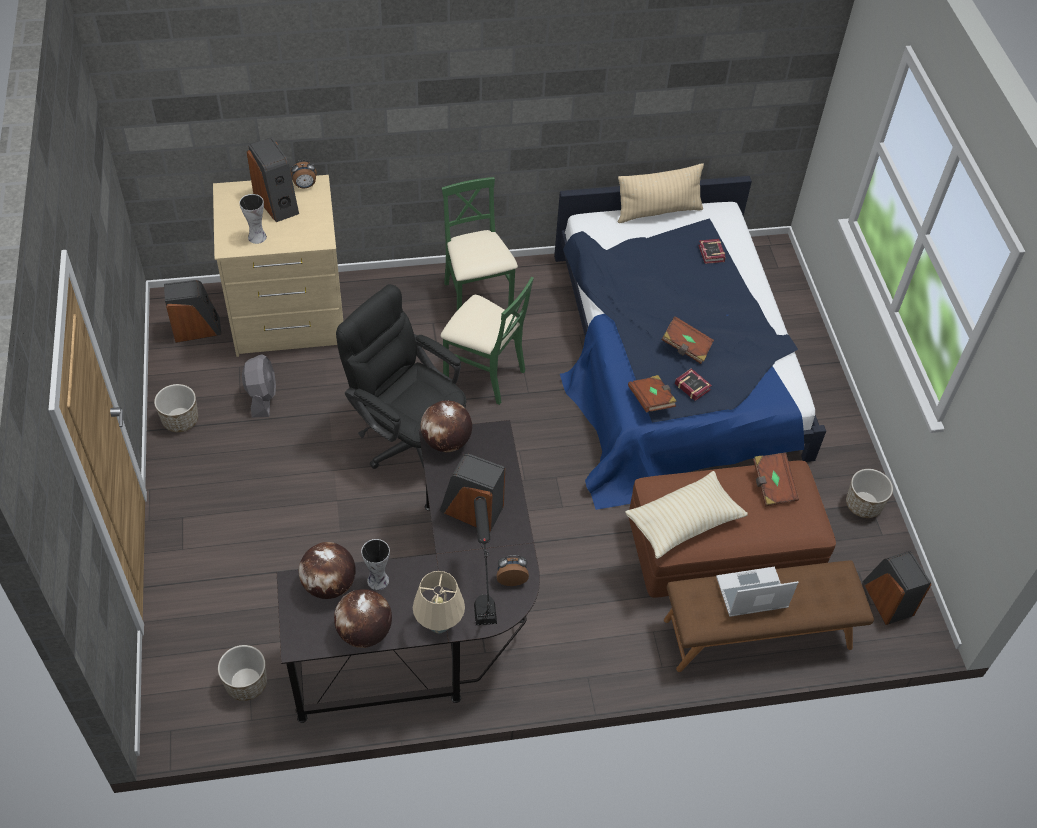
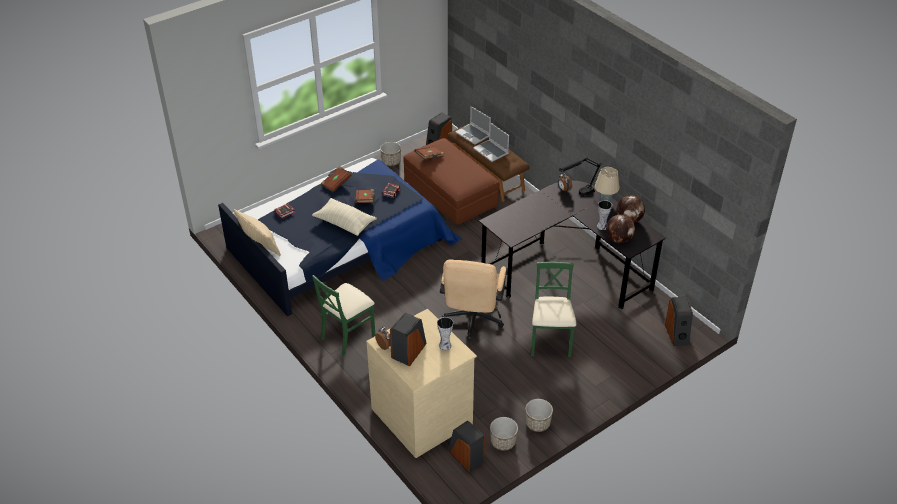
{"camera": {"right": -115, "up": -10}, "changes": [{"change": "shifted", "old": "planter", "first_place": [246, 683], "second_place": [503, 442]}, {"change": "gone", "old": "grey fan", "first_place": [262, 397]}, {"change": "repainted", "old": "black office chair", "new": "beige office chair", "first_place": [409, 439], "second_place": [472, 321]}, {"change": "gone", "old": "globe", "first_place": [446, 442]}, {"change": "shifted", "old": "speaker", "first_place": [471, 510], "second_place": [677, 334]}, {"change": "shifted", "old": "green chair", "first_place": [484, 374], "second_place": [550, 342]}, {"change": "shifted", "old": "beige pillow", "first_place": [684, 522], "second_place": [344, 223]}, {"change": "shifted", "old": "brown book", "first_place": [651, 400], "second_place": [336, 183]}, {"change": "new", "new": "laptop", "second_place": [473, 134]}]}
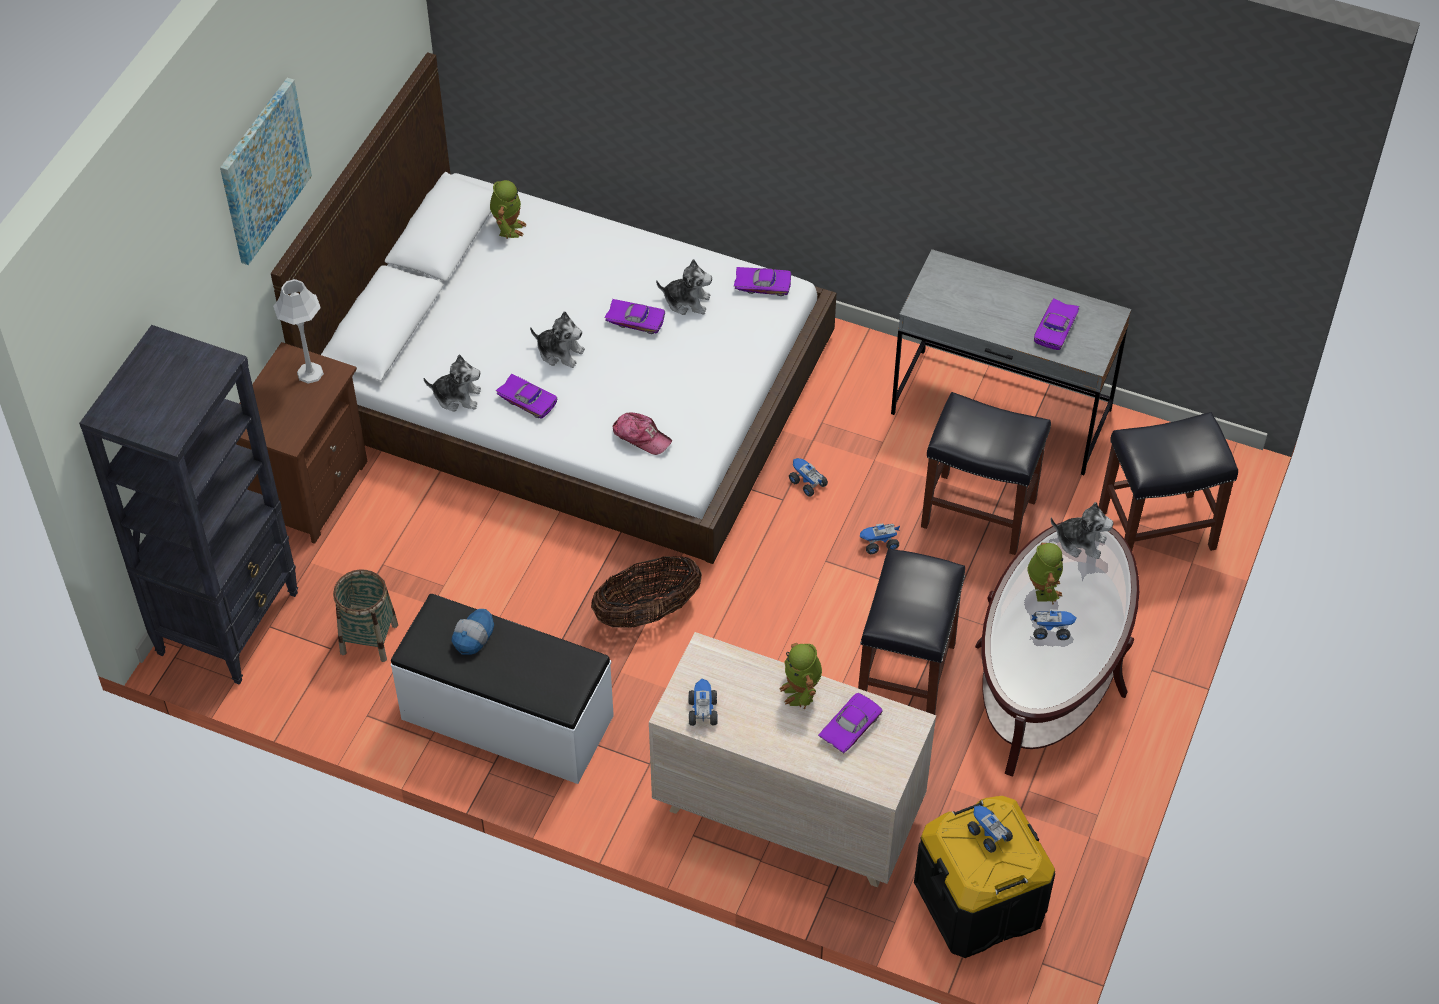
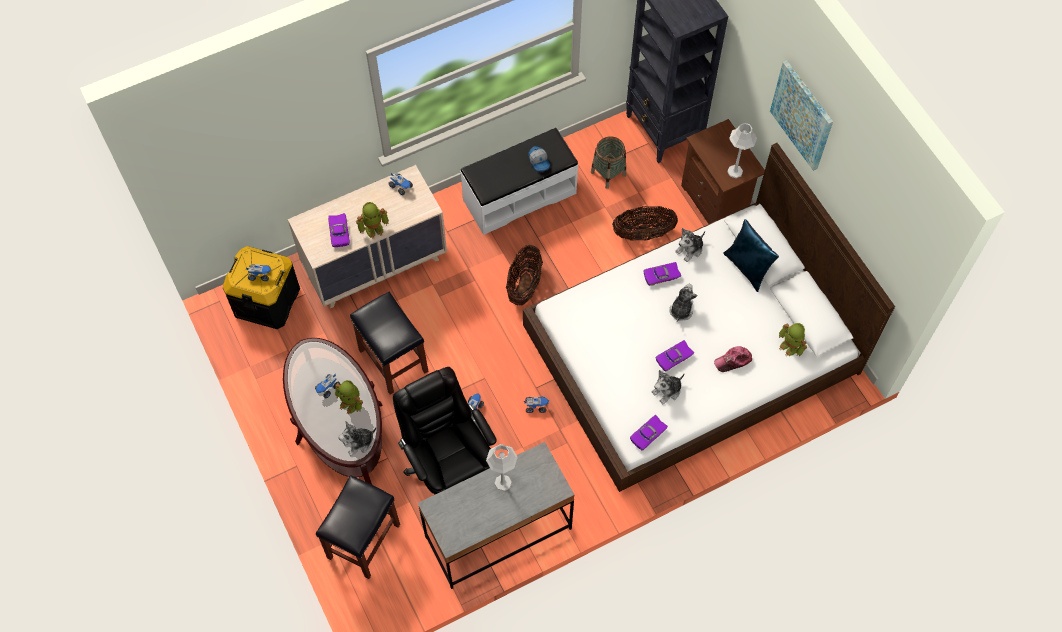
{"camera": {"right": 130, "up": 10}, "changes": [{"change": "rotated", "old": "plush toy", "first_place": [560, 352], "second_place": [681, 310], "degrees": 135}, {"change": "shifted", "old": "cap", "first_place": [641, 436], "second_place": [733, 361]}, {"change": "rotated", "old": "toy robot", "first_place": [801, 692], "second_place": [374, 228], "degrees": 135}, {"change": "swapped", "old": "black stool", "new": "black office chair", "first_place": [977, 513], "second_place": [449, 466]}, {"change": "gone", "old": "purple toy car", "first_place": [1057, 329]}, {"change": "new", "new": "grey table lamp", "second_place": [503, 483]}, {"change": "new", "new": "basket", "second_place": [643, 233]}, {"change": "new", "new": "blue pillow", "second_place": [747, 268]}]}
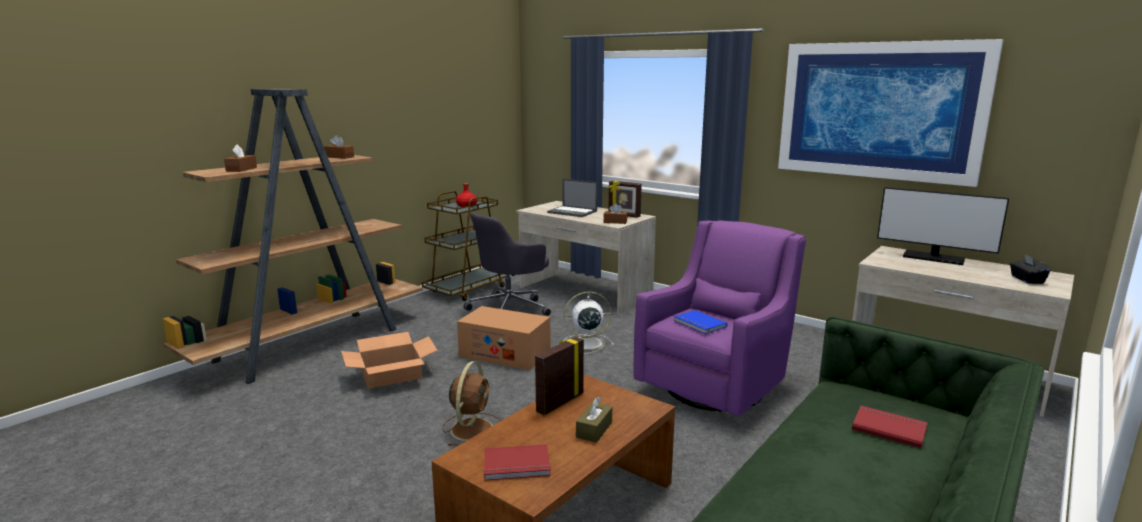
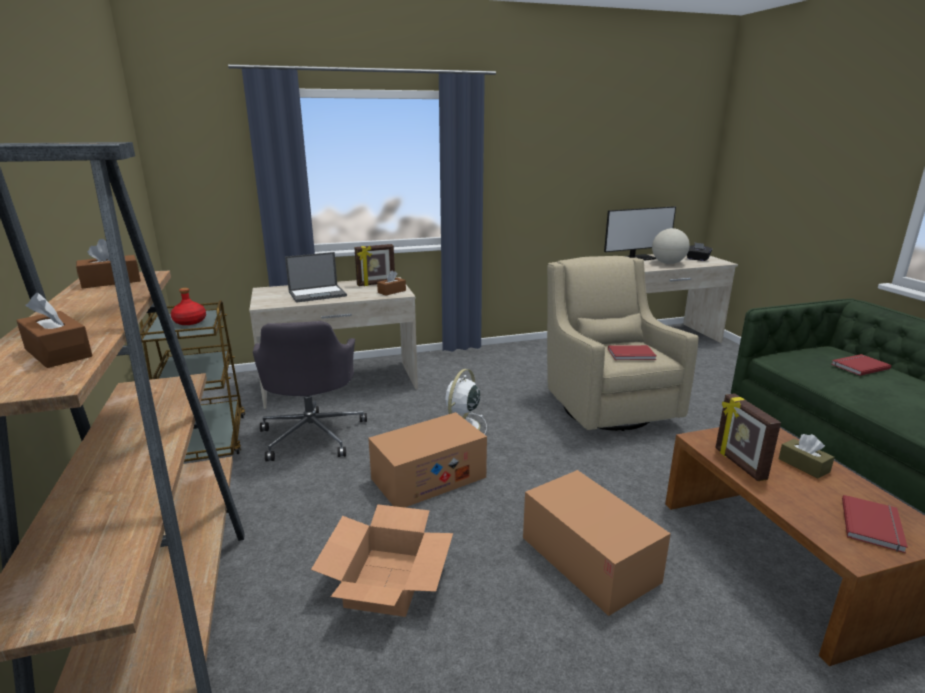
{"camera": {"right": -55, "up": 5}, "changes": [{"change": "swapped", "old": "brown fan", "new": "cardboard box", "first_place": [472, 428], "second_place": [589, 559]}, {"change": "repainted", "old": "purple armchair", "new": "beige armchair", "first_place": [716, 386], "second_place": [605, 407]}, {"change": "repainted", "old": "blue book", "new": "red book", "first_place": [698, 324], "second_place": [632, 355]}, {"change": "gone", "old": "picture", "first_place": [879, 110]}, {"change": "new", "new": "globe", "second_place": [668, 263]}]}
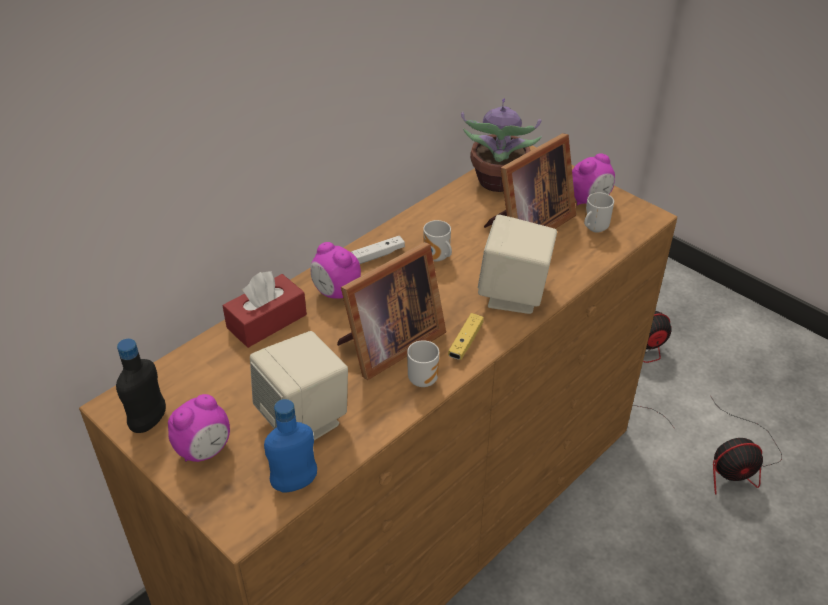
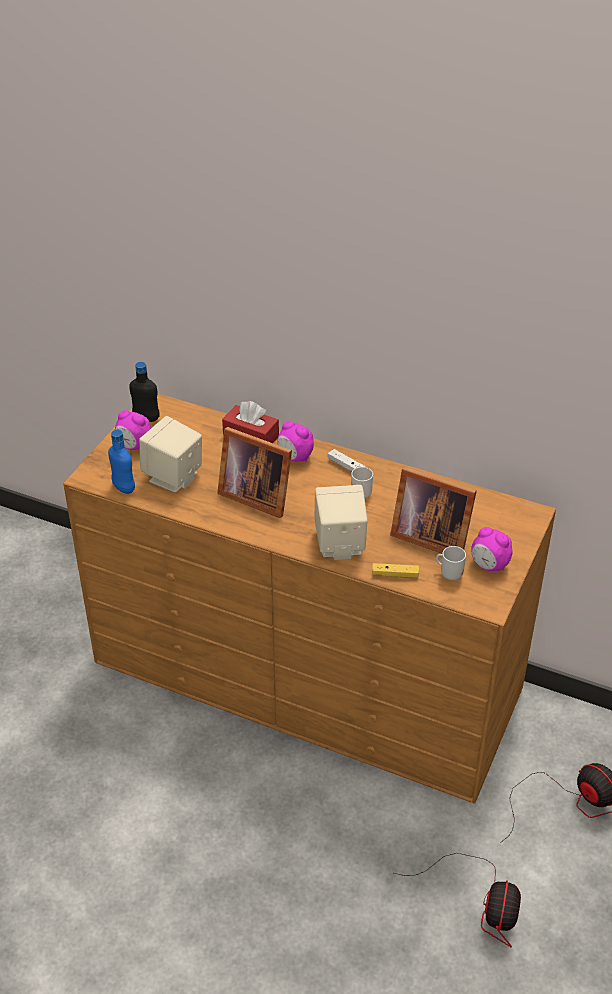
{"camera": {"right": 70, "up": 0}, "changes": [{"change": "rotated", "old": "alarm clock", "first_place": [336, 293], "second_place": [295, 457], "degrees": -75}, {"change": "gone", "old": "mug", "first_place": [423, 378]}, {"change": "shifted", "old": "yellow game controller", "first_place": [465, 342], "second_place": [395, 574]}, {"change": "gone", "old": "potted plant", "first_place": [497, 182]}, {"change": "rotated", "old": "fan", "first_place": [738, 463], "second_place": [482, 903], "degrees": -135}]}
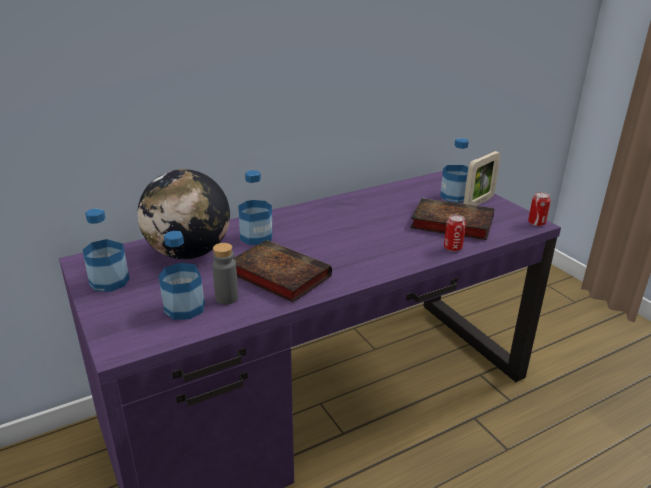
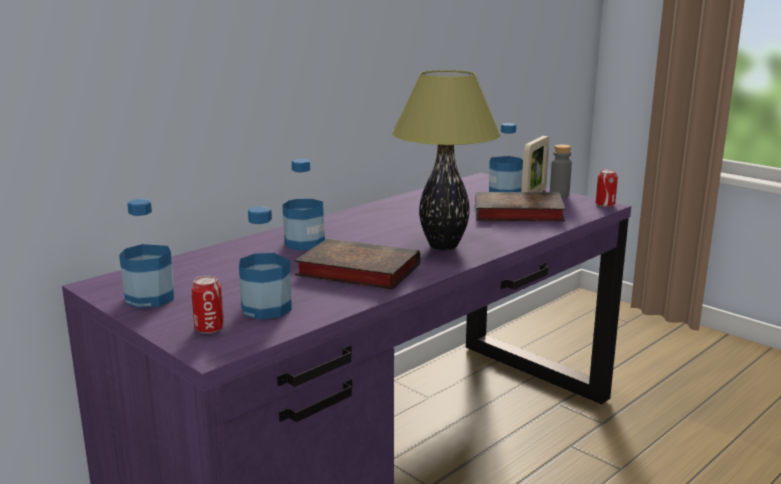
{"camera": {"right": -15, "up": -10}, "changes": [{"change": "gone", "old": "globe", "first_place": [188, 253]}, {"change": "shifted", "old": "grey bottle", "first_place": [227, 298], "second_place": [559, 195]}, {"change": "shifted", "old": "can", "first_place": [452, 248], "second_place": [209, 329]}, {"change": "new", "new": "table lamp", "second_place": [444, 246]}]}
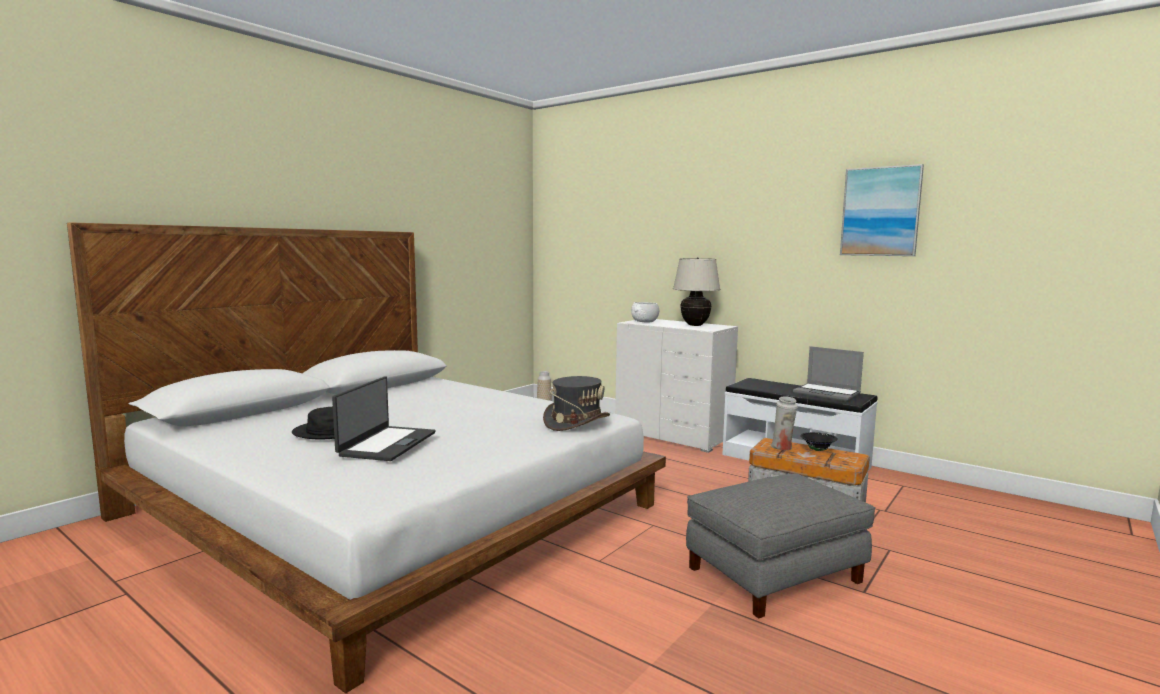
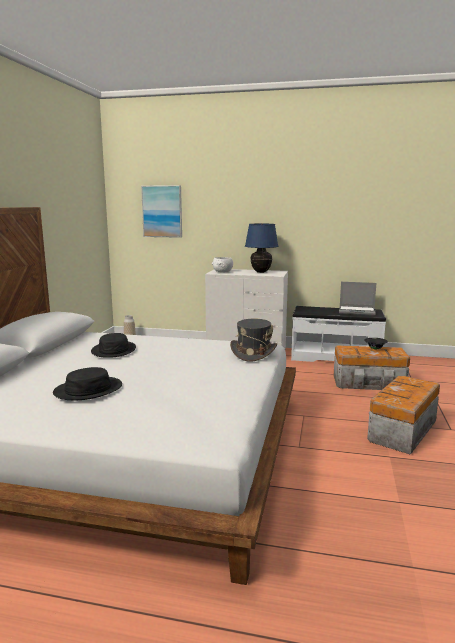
{"camera": {"right": -25, "up": 5}, "changes": [{"change": "gone", "old": "laptop", "first_place": [387, 444]}, {"change": "repainted", "old": "beige table lamp", "new": "blue table lamp", "first_place": [695, 325], "second_place": [261, 272]}, {"change": "swapped", "old": "grey ottoman", "new": "storage box", "first_place": [775, 575], "second_place": [401, 431]}, {"change": "gone", "old": "white vase", "first_place": [783, 448]}, {"change": "shifted", "old": "picture", "first_place": [880, 211], "second_place": [162, 211]}, {"change": "new", "new": "black hat", "second_place": [114, 350]}]}
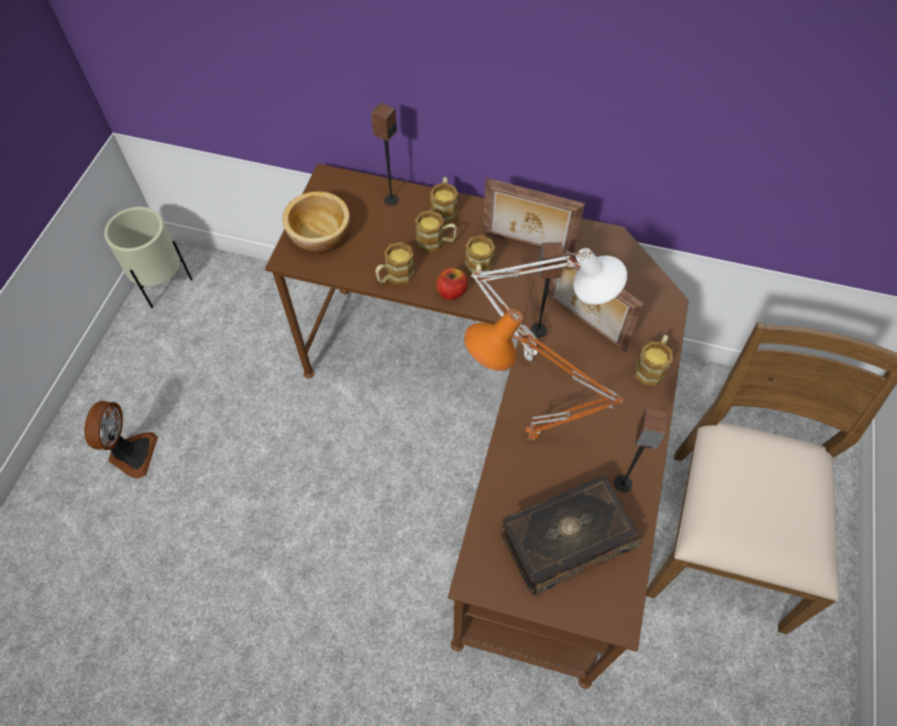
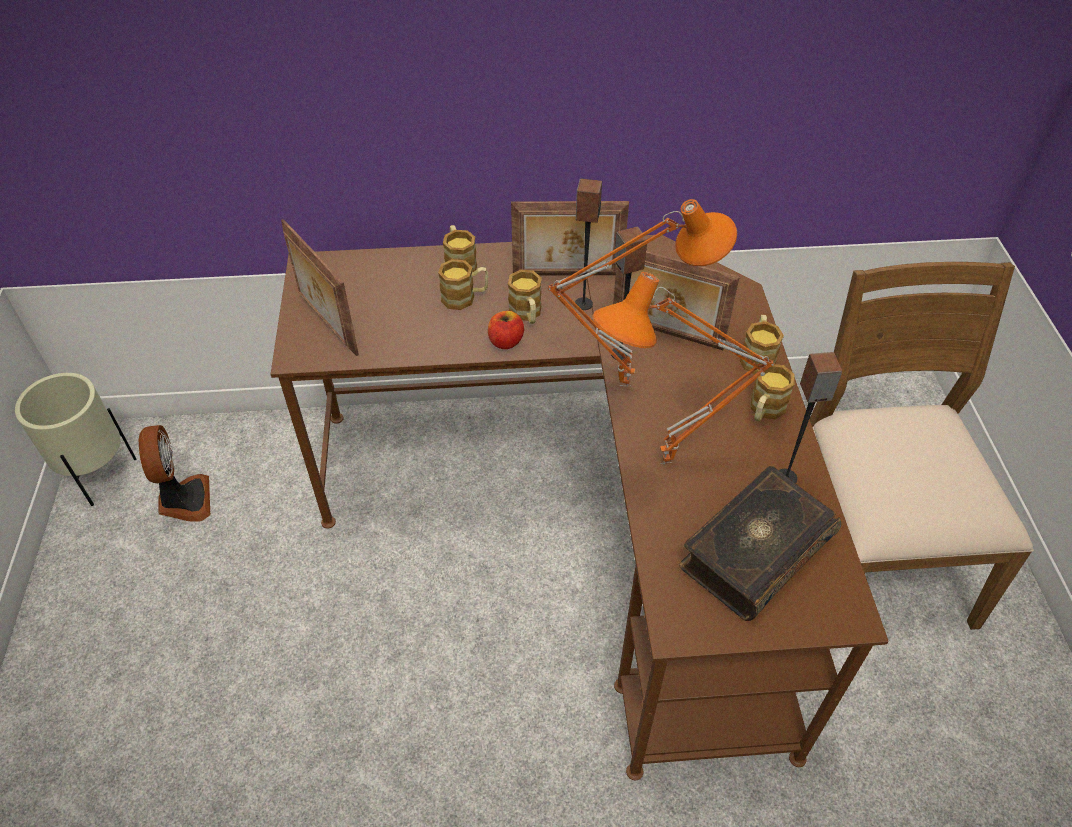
{"camera": {"right": -20, "up": -10}, "changes": [{"change": "shifted", "old": "fan", "first_place": [131, 454], "second_place": [184, 500]}, {"change": "swapped", "old": "bowl", "new": "picture frame", "first_place": [321, 236], "second_place": [326, 323]}, {"change": "shifted", "old": "speaker", "first_place": [391, 199], "second_place": [583, 304]}, {"change": "shifted", "old": "mug", "first_place": [395, 277], "second_place": [764, 410]}, {"change": "repainted", "old": "white table lamp", "new": "orange table lamp", "first_place": [530, 358], "second_place": [625, 383]}]}
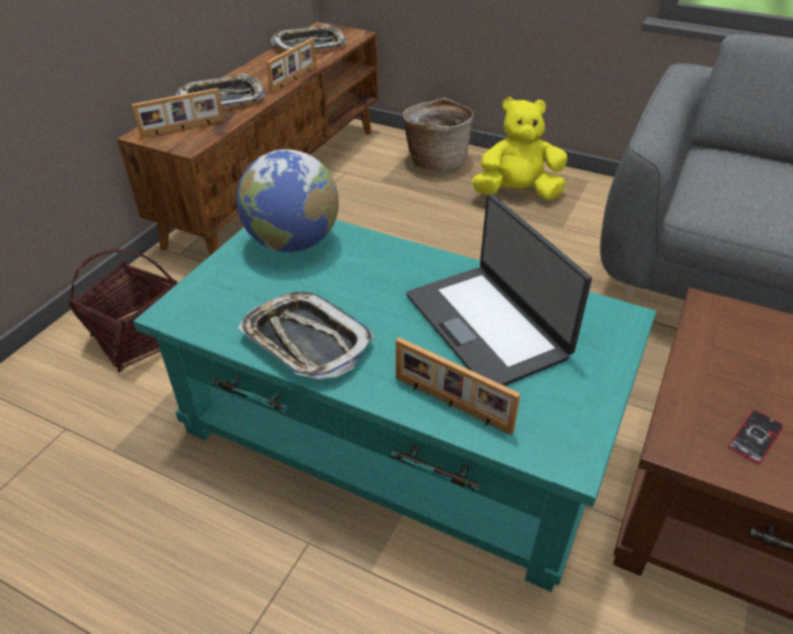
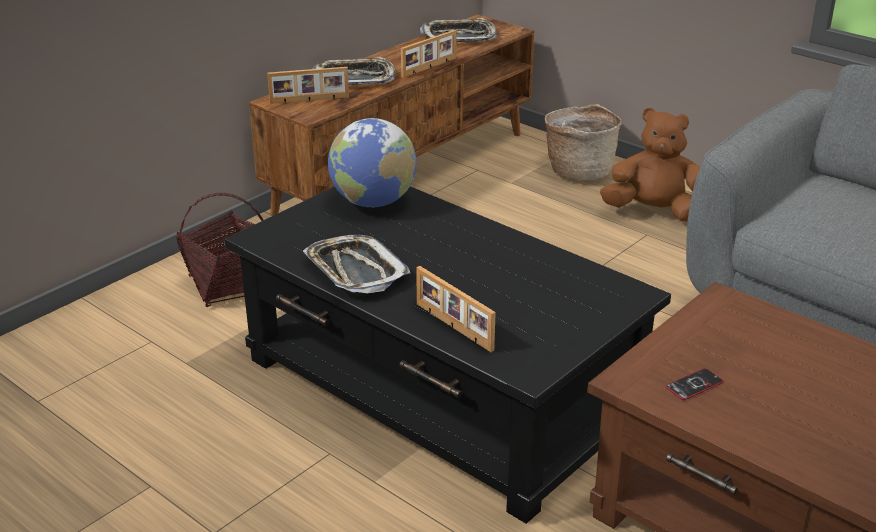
{"camera": {"right": 15, "up": -10}, "changes": [{"change": "repainted", "old": "turquoise coffee table", "new": "black coffee table", "first_place": [397, 432], "second_place": [439, 391]}, {"change": "gone", "old": "laptop", "first_place": [487, 325]}, {"change": "repainted", "old": "yellow plush toy", "new": "brown plush toy", "first_place": [517, 193], "second_place": [654, 212]}]}
